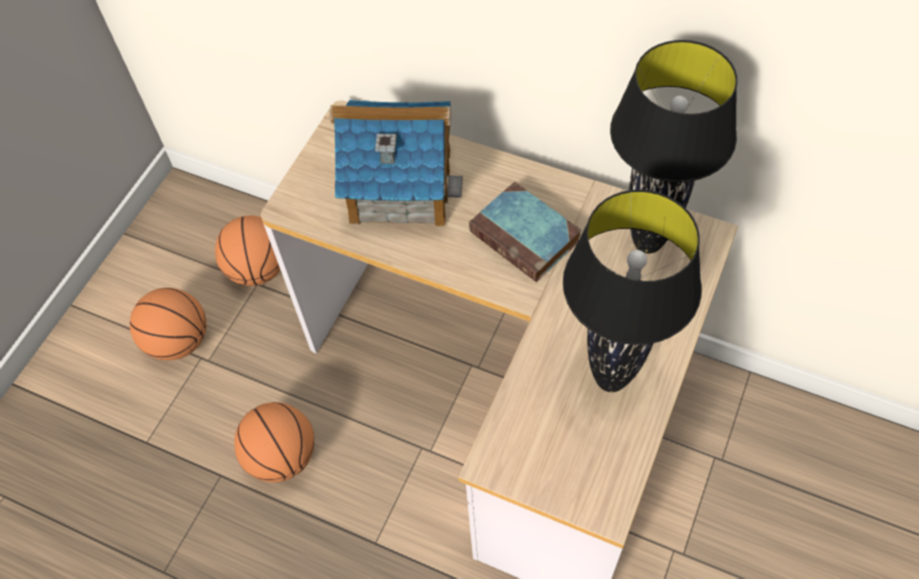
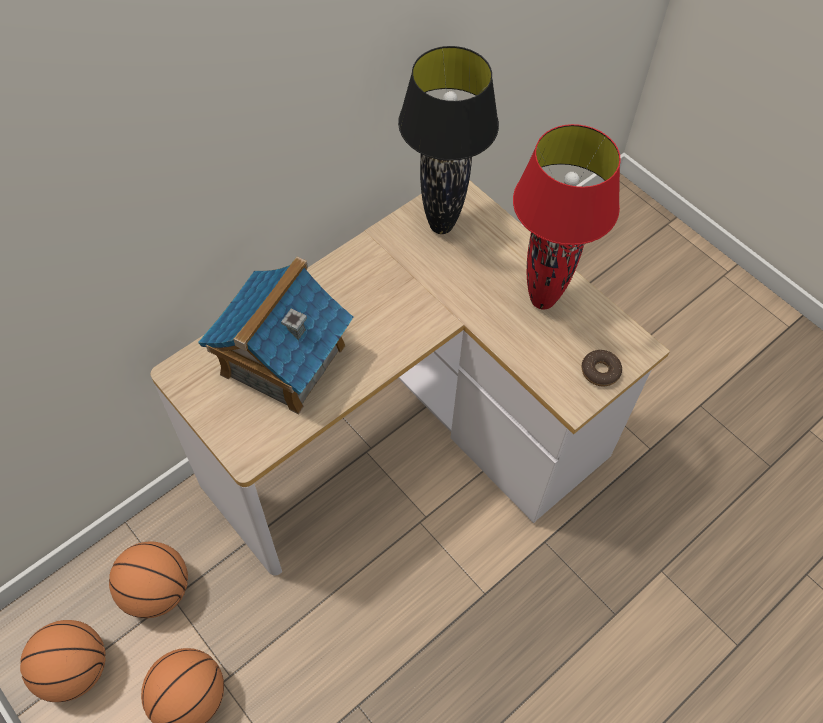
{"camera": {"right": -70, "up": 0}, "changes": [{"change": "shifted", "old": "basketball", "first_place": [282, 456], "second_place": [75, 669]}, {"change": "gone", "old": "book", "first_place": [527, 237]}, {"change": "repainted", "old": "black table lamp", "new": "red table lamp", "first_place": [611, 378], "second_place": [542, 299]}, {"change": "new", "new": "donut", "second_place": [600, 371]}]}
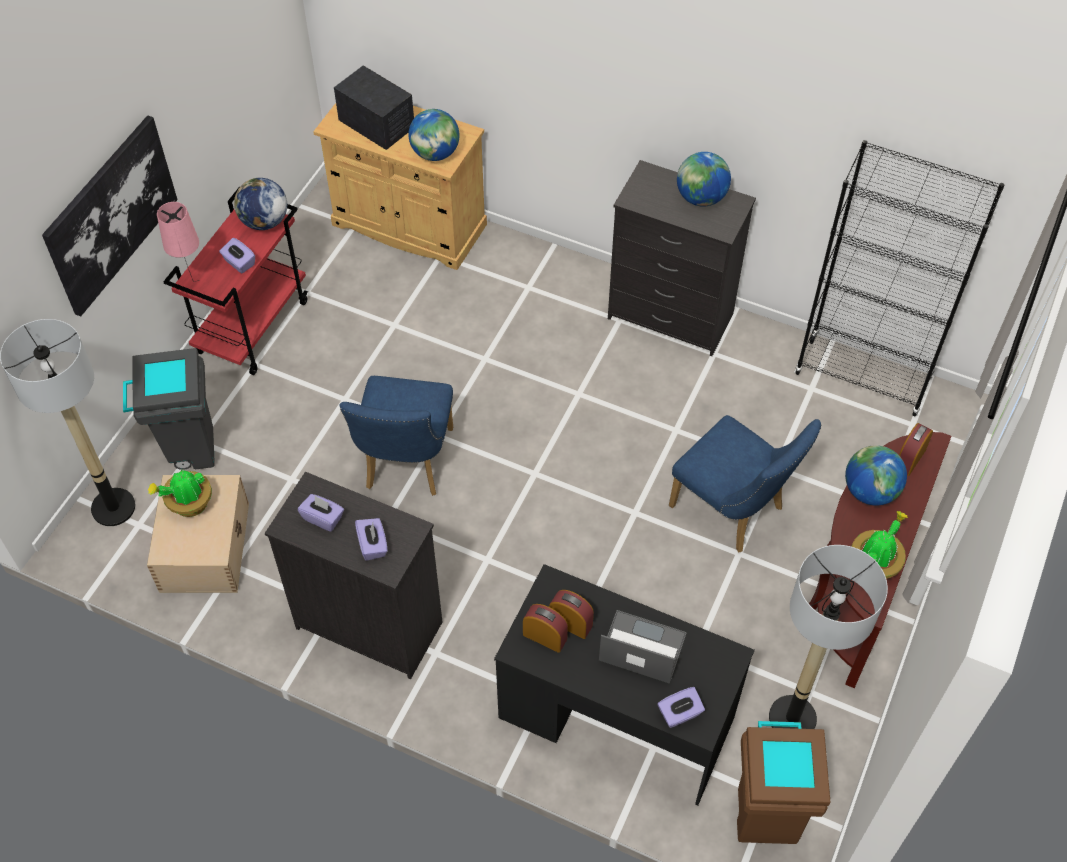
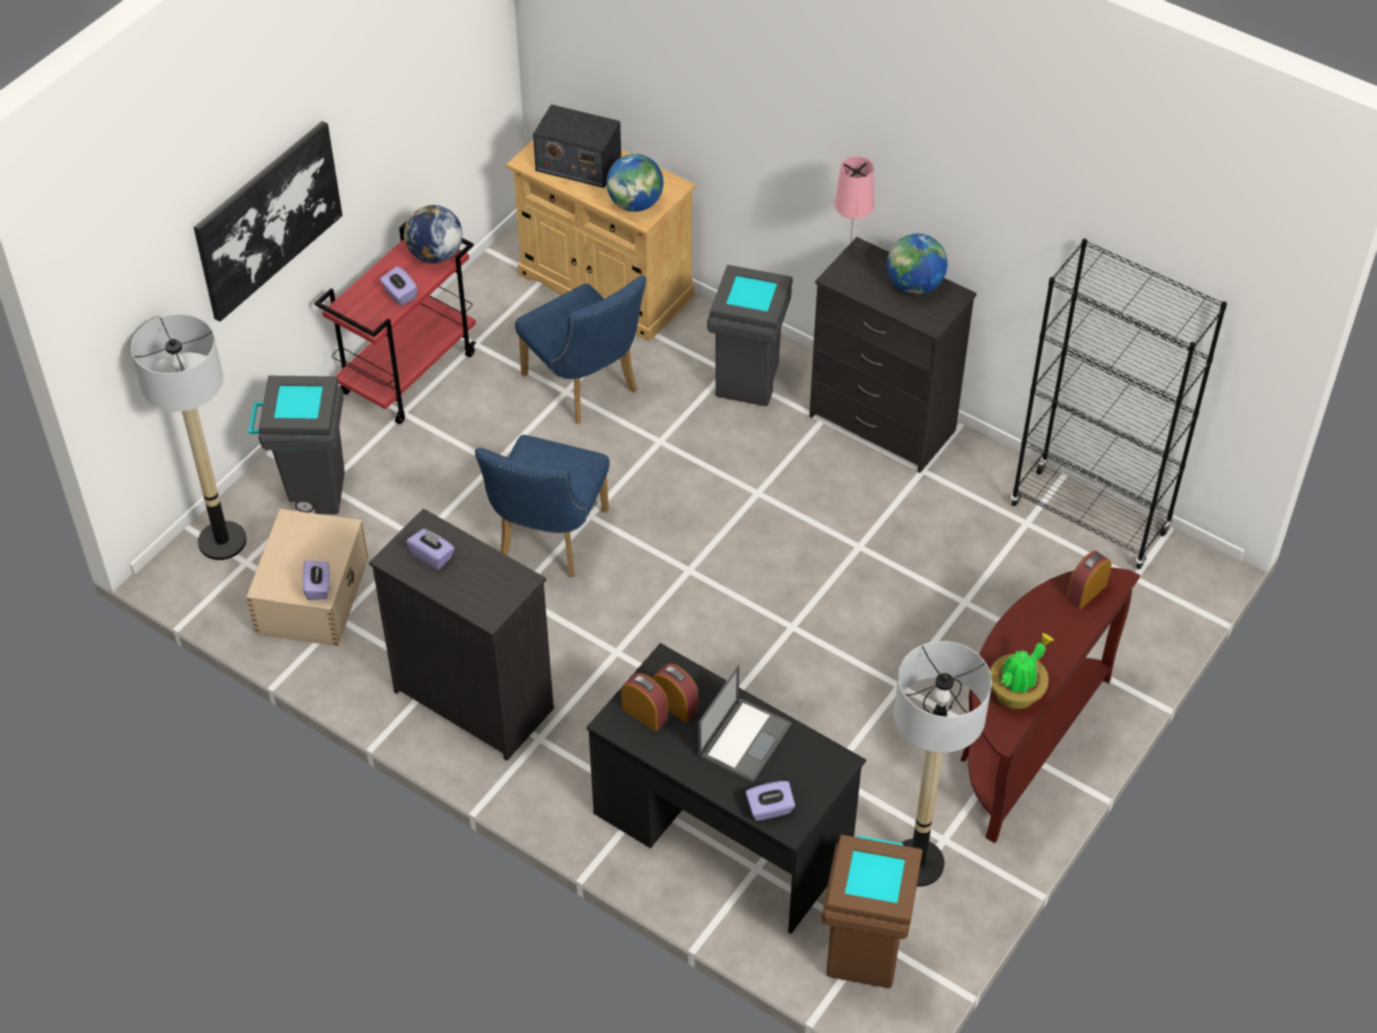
{"camera": {"right": 10, "up": -5}, "changes": [{"change": "gone", "old": "potted plant", "first_place": [189, 504]}, {"change": "shifted", "old": "pink table lamp", "first_place": [194, 286], "second_place": [850, 257]}, {"change": "rotated", "old": "radio", "first_place": [377, 123], "second_place": [577, 164], "degrees": 150}, {"change": "shifted", "old": "purple tissue box", "first_place": [373, 545], "second_place": [318, 587]}, {"change": "rotated", "old": "laptop", "first_place": [641, 647], "second_place": [744, 739], "degrees": 90}, {"change": "shifted", "old": "blue chair", "first_place": [733, 511], "second_place": [585, 388]}, {"change": "gone", "old": "globe", "first_place": [870, 491]}, {"change": "new", "new": "grey trash can", "second_place": [748, 382]}]}
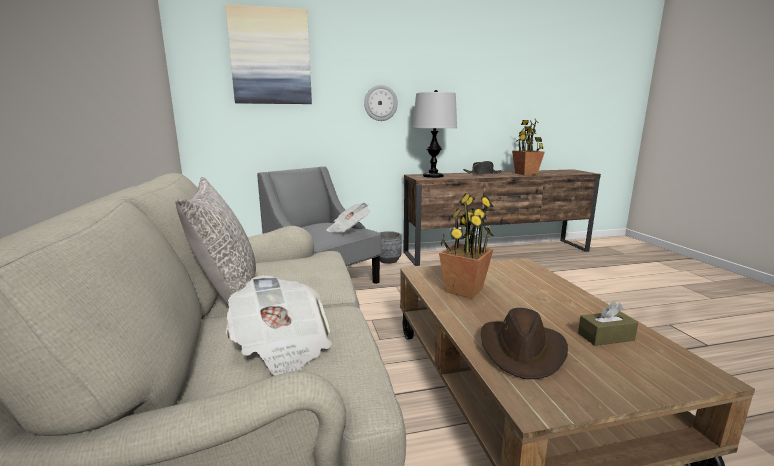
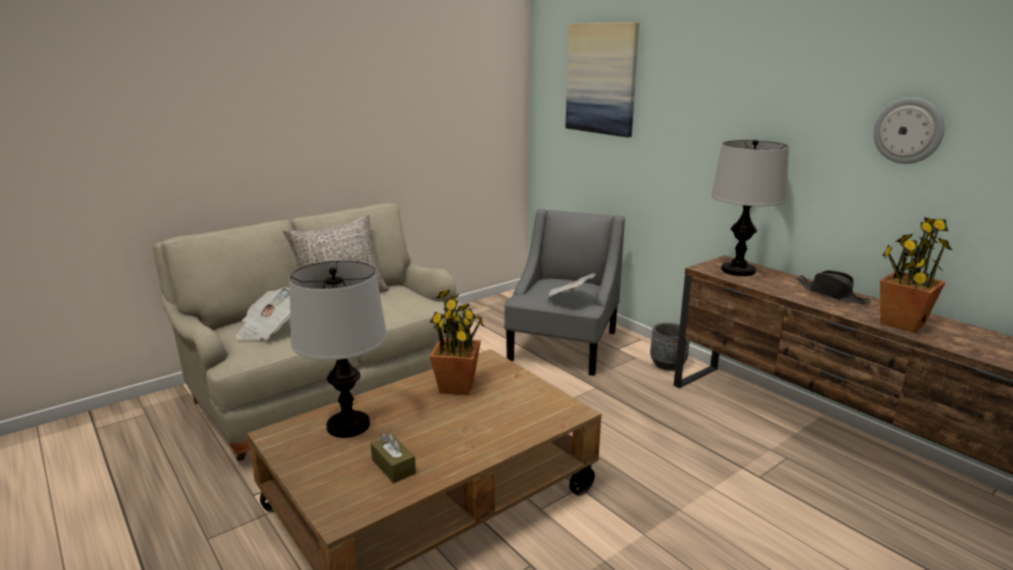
{"camera": {"right": 65, "up": 5}, "changes": [{"change": "shifted", "old": "wall clock", "first_place": [380, 103], "second_place": [908, 131]}, {"change": "swapped", "old": "brown hat", "new": "table lamp", "first_place": [522, 350], "second_place": [349, 425]}]}
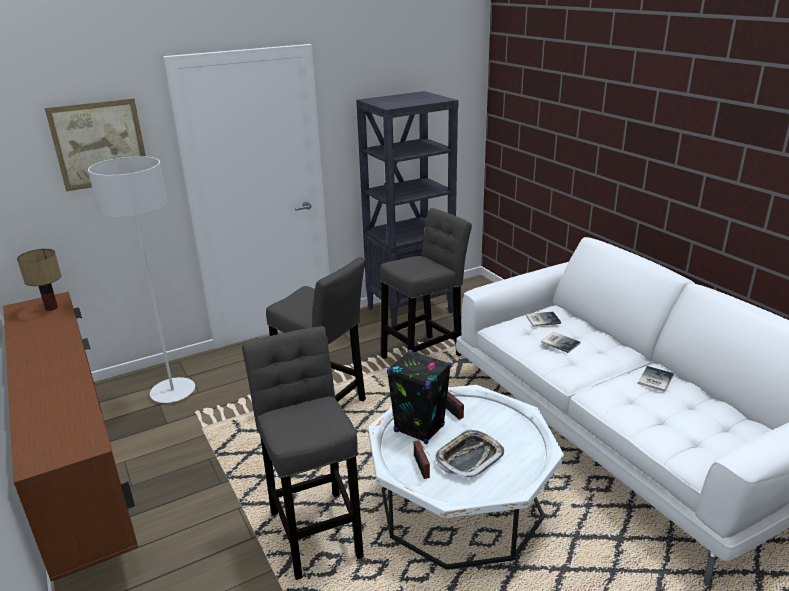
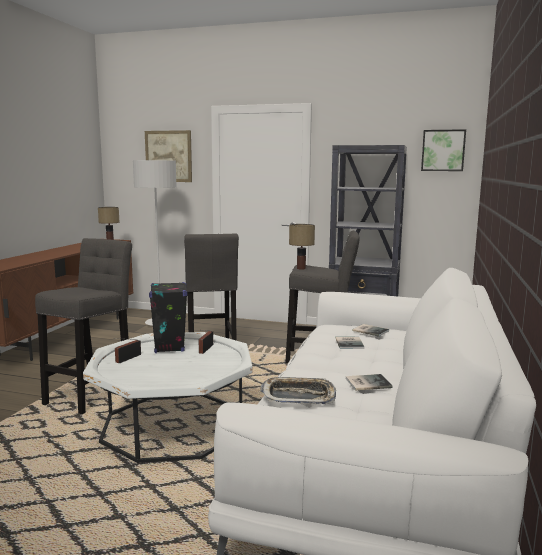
{"camera": {"right": 45, "up": -15}, "changes": [{"change": "shifted", "old": "tray", "first_place": [469, 458], "second_place": [298, 396]}, {"change": "new", "new": "table lamp", "second_place": [301, 268]}, {"change": "new", "new": "picture", "second_place": [443, 150]}]}
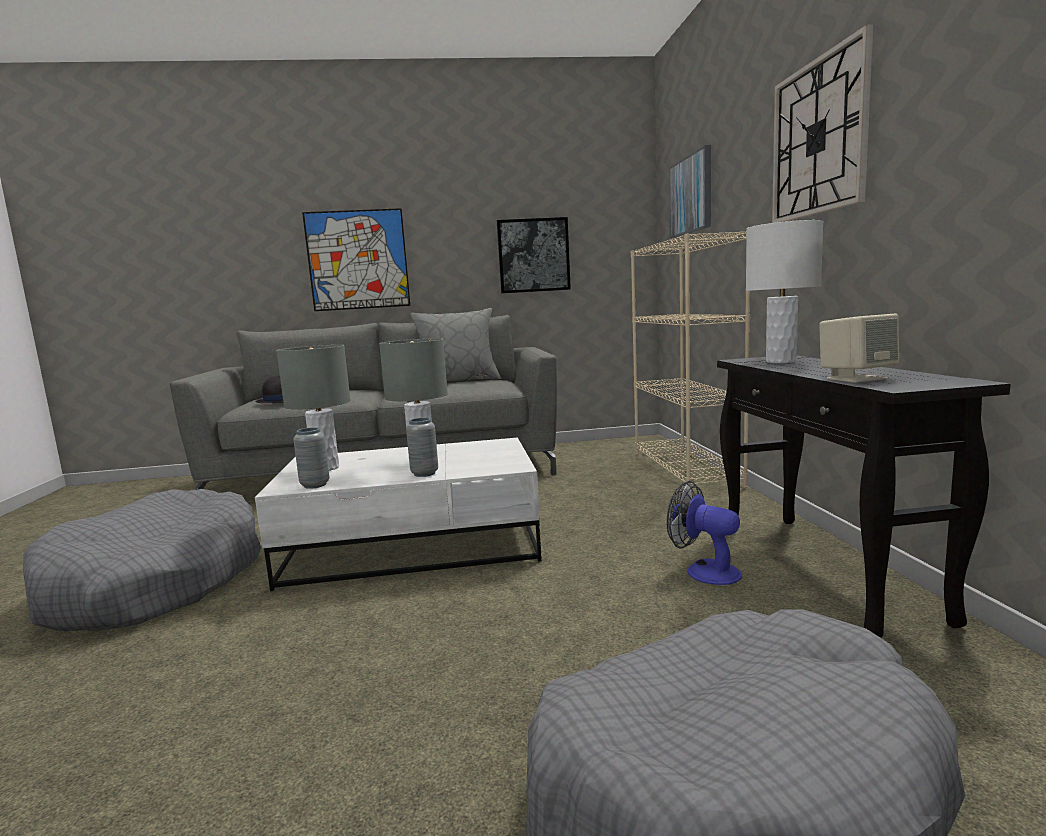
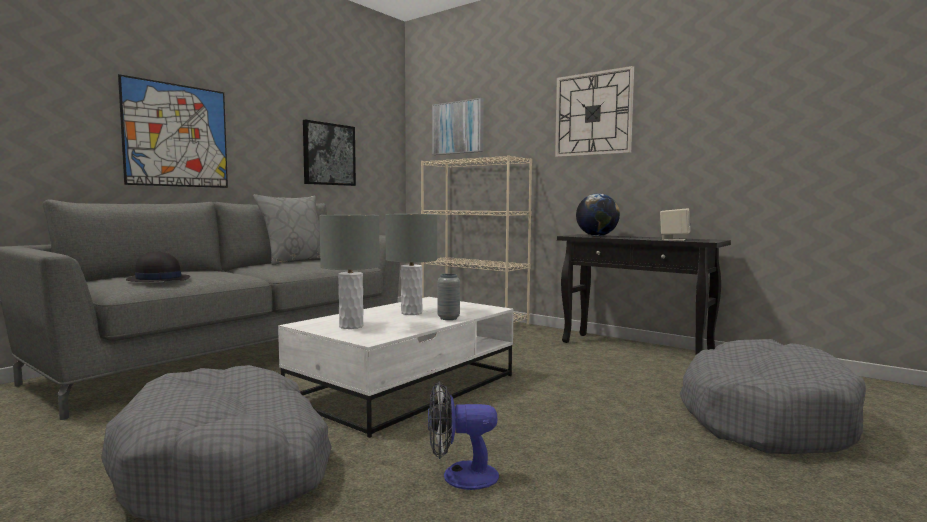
{"camera": {"right": -45, "up": -5}, "changes": [{"change": "gone", "old": "grey vase", "first_place": [315, 485]}, {"change": "shifted", "old": "fan", "first_place": [704, 571], "second_place": [460, 476]}, {"change": "swapped", "old": "white table lamp", "new": "globe", "first_place": [781, 361], "second_place": [596, 236]}]}
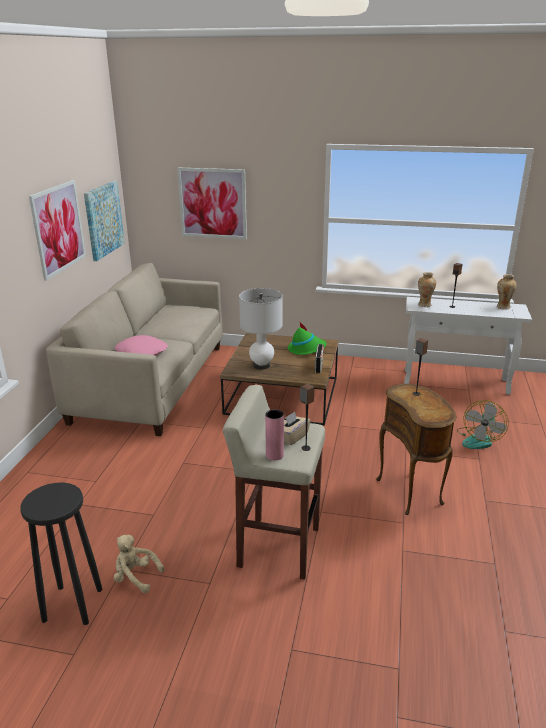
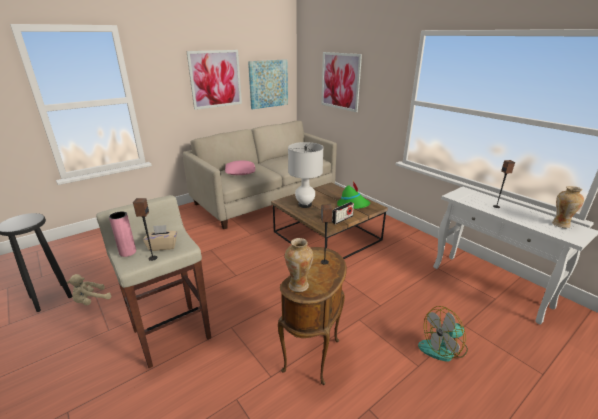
{"camera": {"right": 40, "up": 0}, "changes": [{"change": "rotated", "old": "beige plush toy", "first_place": [135, 577], "second_place": [91, 301], "degrees": -105}, {"change": "shifted", "old": "vase", "first_place": [424, 305], "second_place": [299, 285]}]}
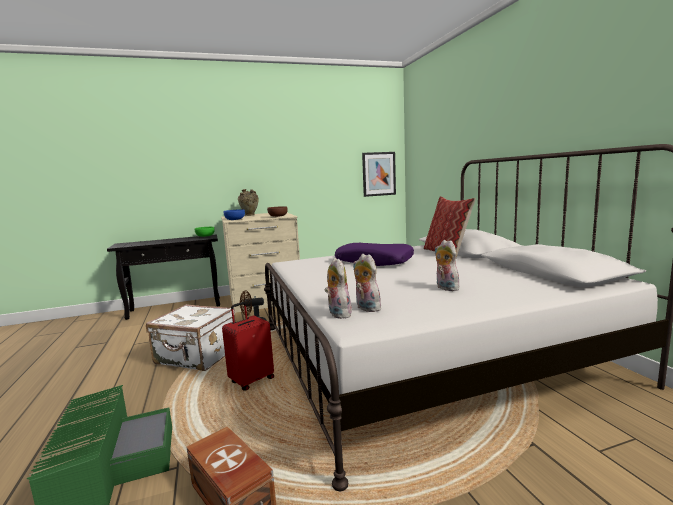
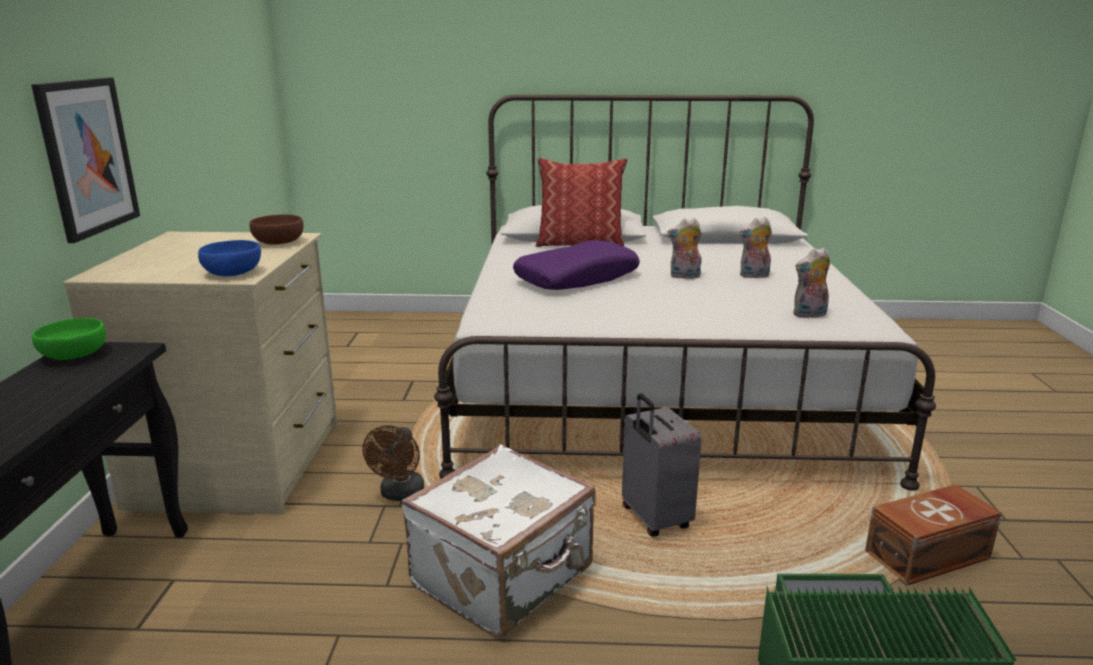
{"camera": {"right": -70, "up": 10}, "changes": [{"change": "repainted", "old": "red suitcase", "new": "grey suitcase", "first_place": [251, 380], "second_place": [654, 519]}, {"change": "gone", "old": "beige vase", "first_place": [249, 215]}, {"change": "shifted", "old": "plush toy", "first_place": [337, 314], "second_place": [684, 276]}, {"change": "shifted", "old": "picture", "first_place": [378, 174], "second_place": [88, 157]}]}
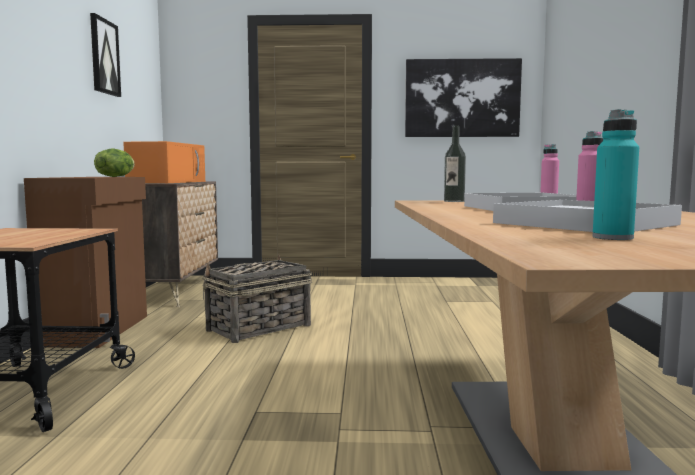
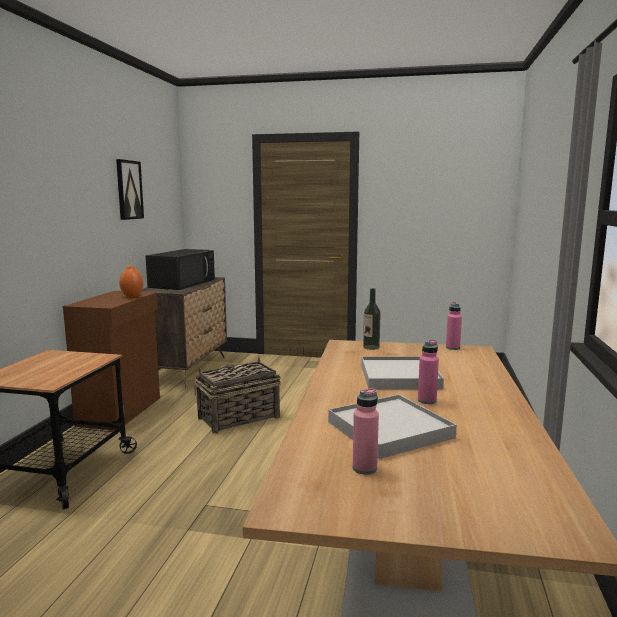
{"camera": {"right": 10, "up": 5}, "changes": [{"change": "swapped", "old": "lettuce", "new": "orange vase", "first_place": [115, 176], "second_place": [131, 297]}, {"change": "repainted", "old": "orange microwave", "new": "black microwave", "first_place": [168, 182], "second_place": [183, 283]}, {"change": "gone", "old": "picture", "first_place": [462, 98]}, {"change": "repainted", "old": "turquoise bottle", "new": "pink bottle", "first_place": [612, 238], "second_place": [364, 468]}]}
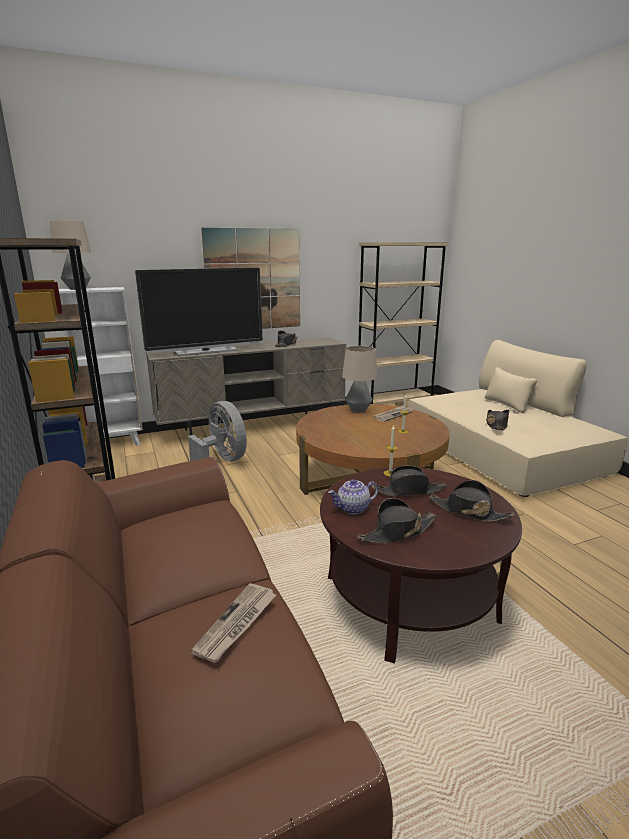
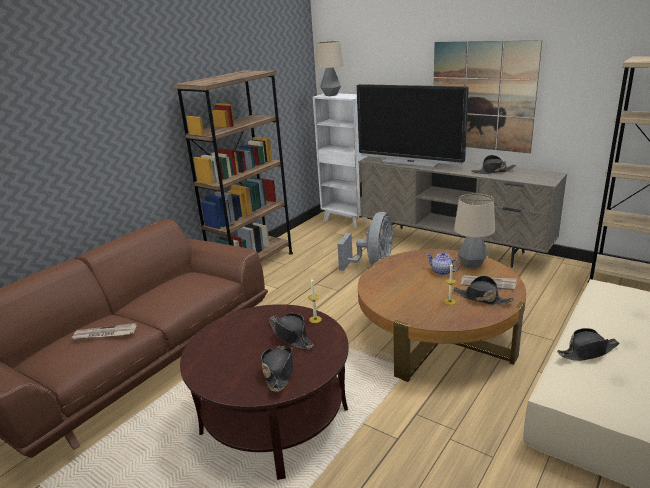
{"camera": {"right": 60, "up": 5}, "changes": [{"change": "shifted", "old": "teapot", "first_place": [353, 509], "second_place": [442, 271]}, {"change": "shifted", "old": "black hat", "first_place": [397, 532], "second_place": [481, 298]}]}
